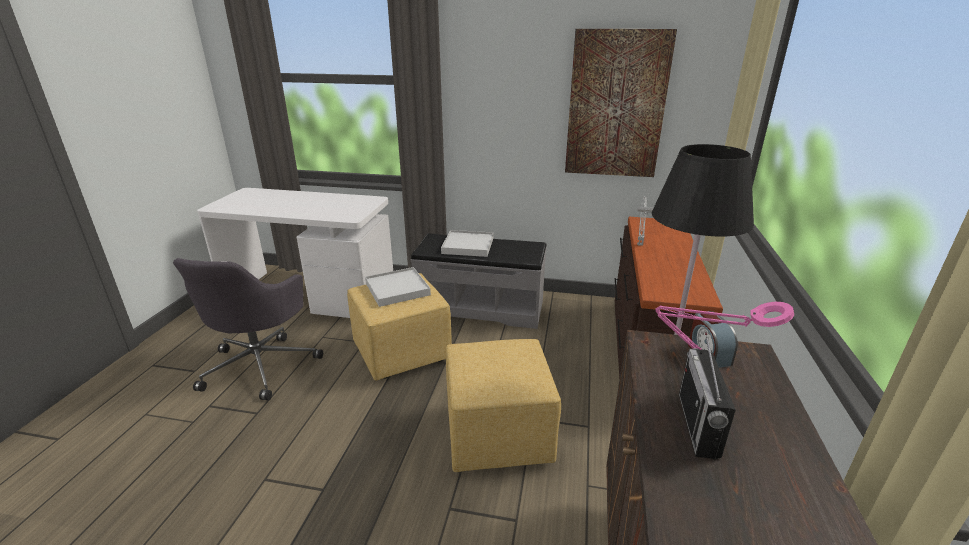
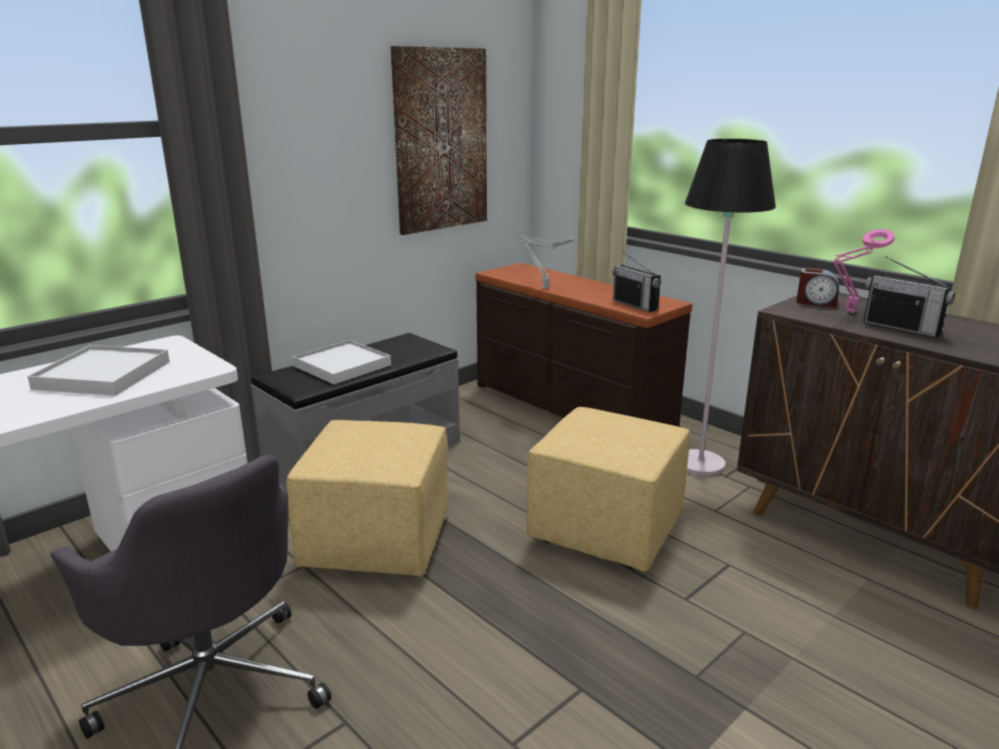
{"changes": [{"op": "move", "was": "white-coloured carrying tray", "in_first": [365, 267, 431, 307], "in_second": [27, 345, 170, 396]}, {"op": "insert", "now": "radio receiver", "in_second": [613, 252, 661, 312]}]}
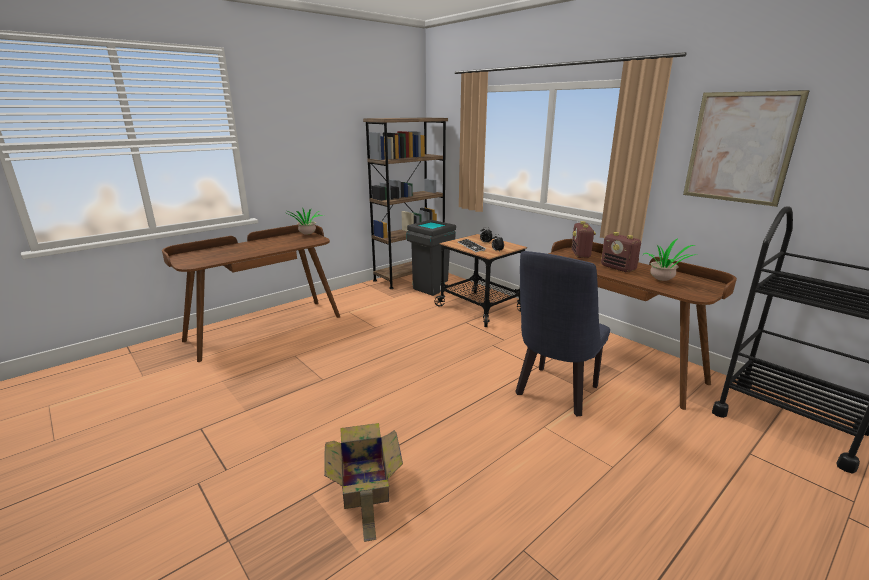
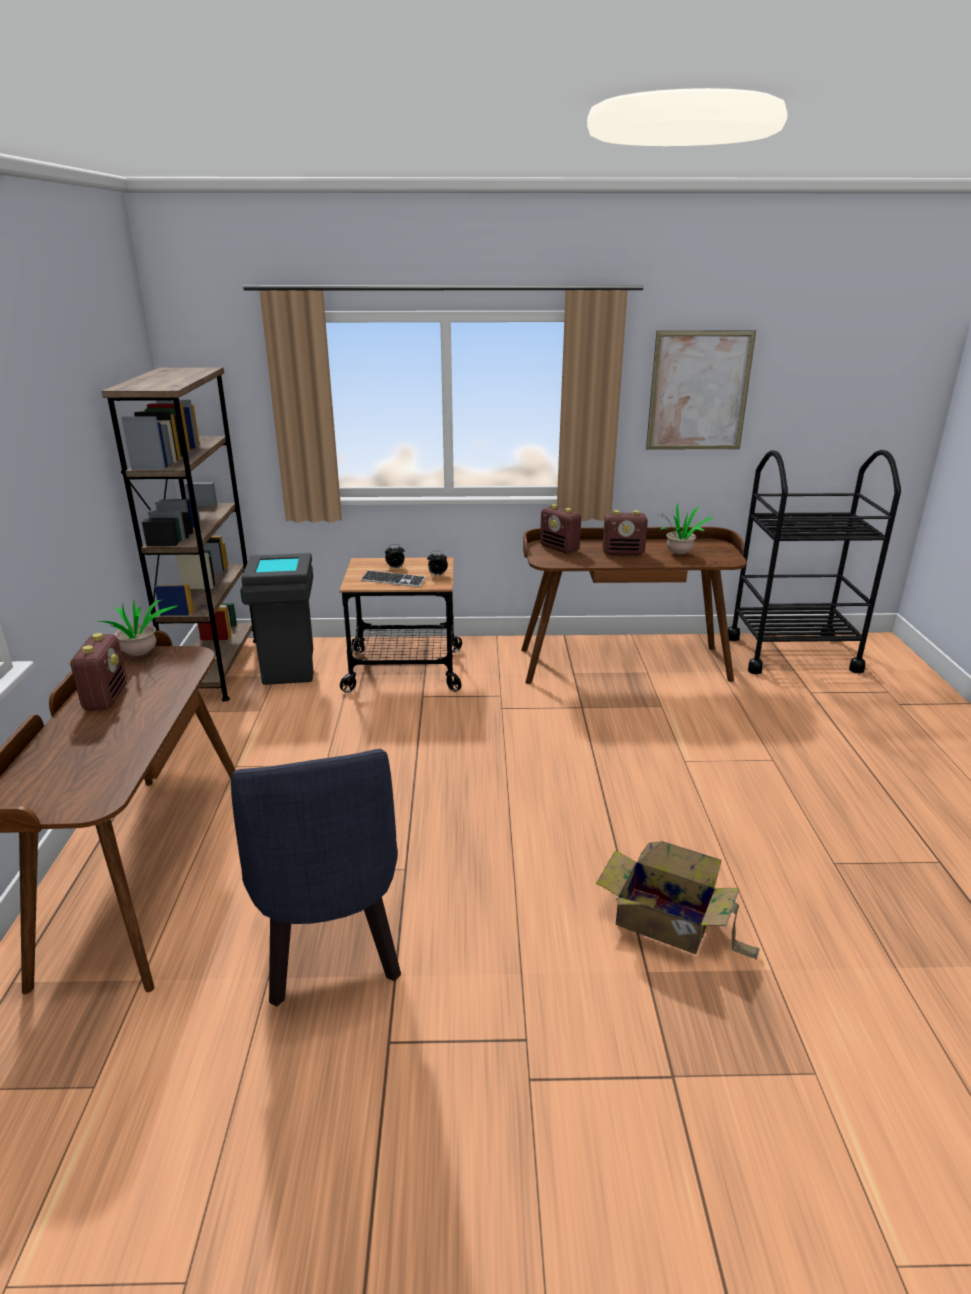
{"changes": [{"op": "insert", "now": "radio receiver", "in_second": [68, 633, 127, 711]}, {"op": "move", "was": "blue-coloured plain chair", "in_first": [515, 251, 610, 416], "in_second": [231, 749, 401, 1006]}]}
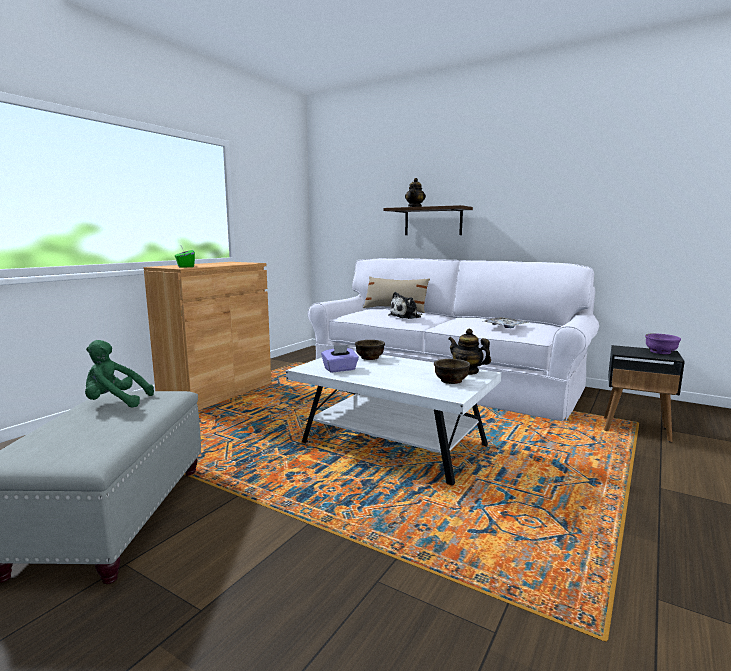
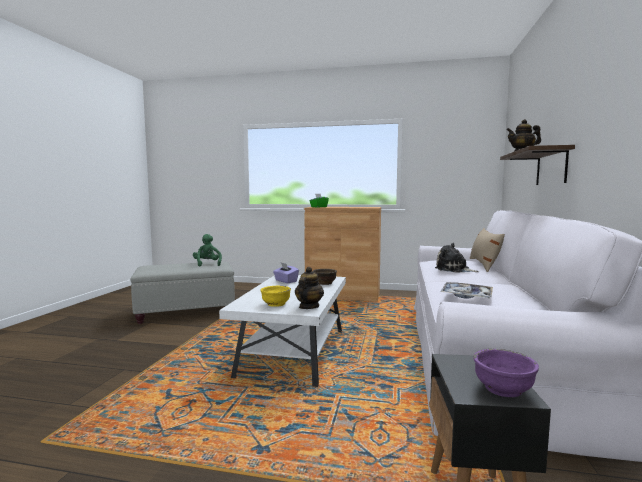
{"changes": [{"op": "recolor", "was": "brown bowl", "now": "yellowish bowl", "in_first": [434, 359, 470, 384], "in_second": [261, 286, 291, 307]}]}
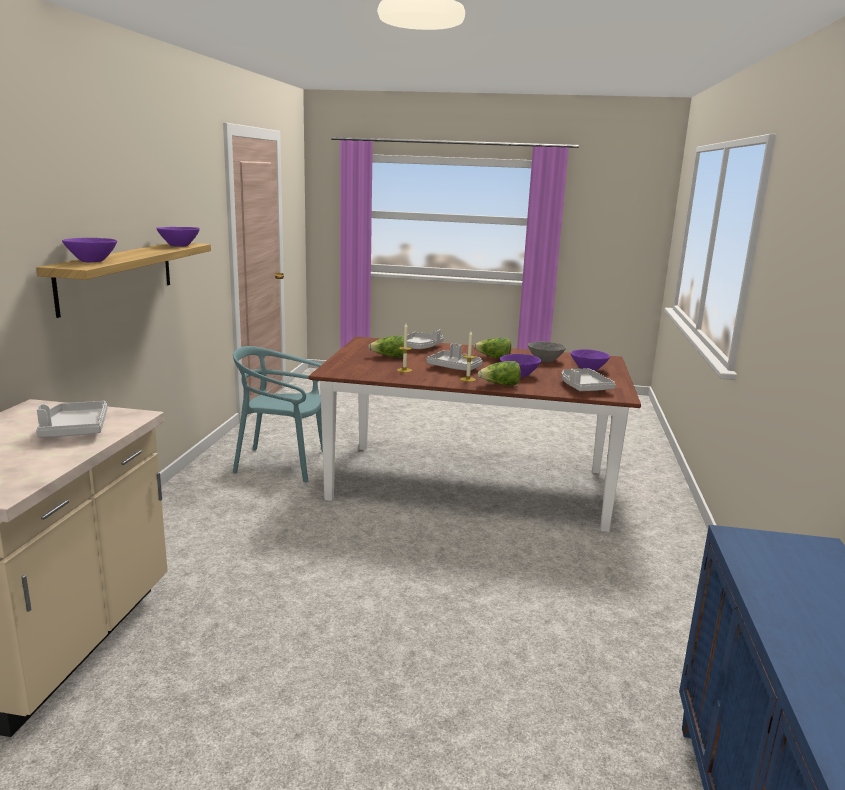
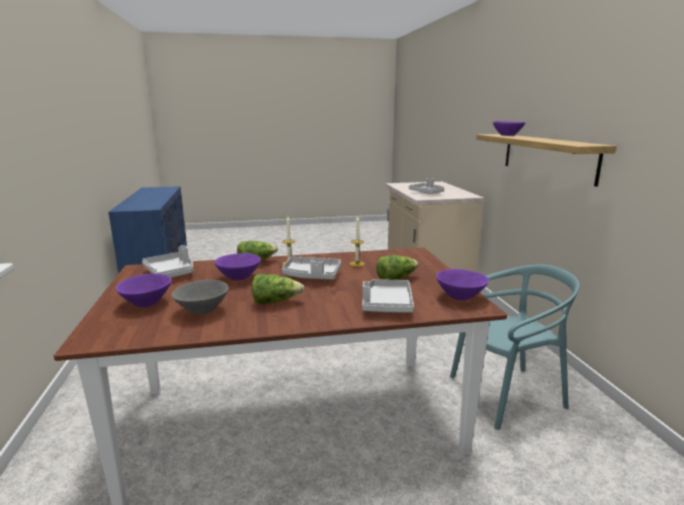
{"changes": [{"op": "move", "was": "purple-coloured bowl", "in_first": [156, 227, 200, 247], "in_second": [436, 269, 489, 300]}]}
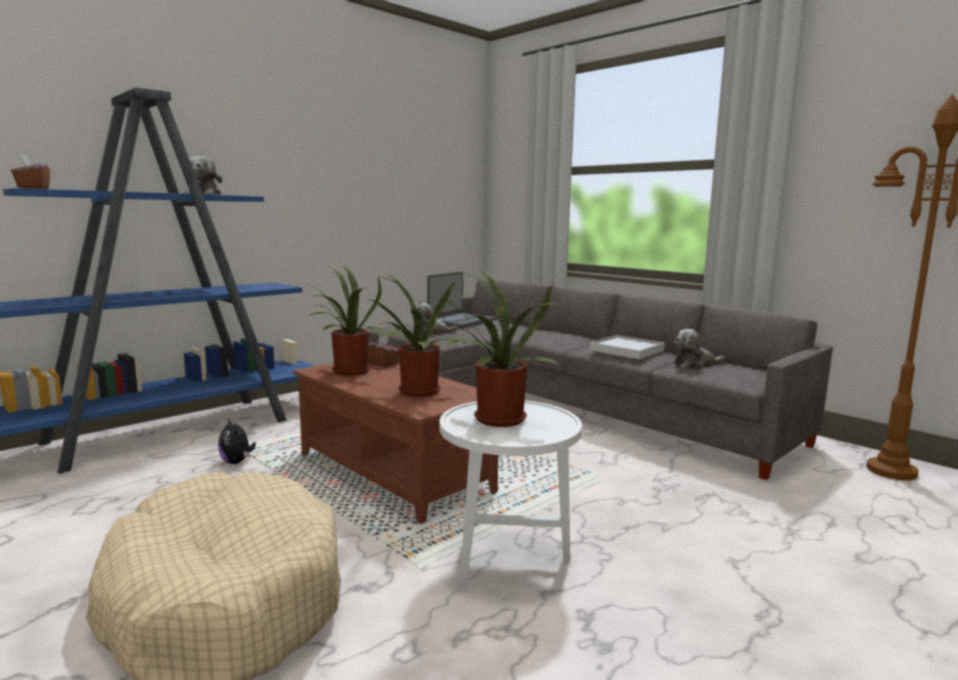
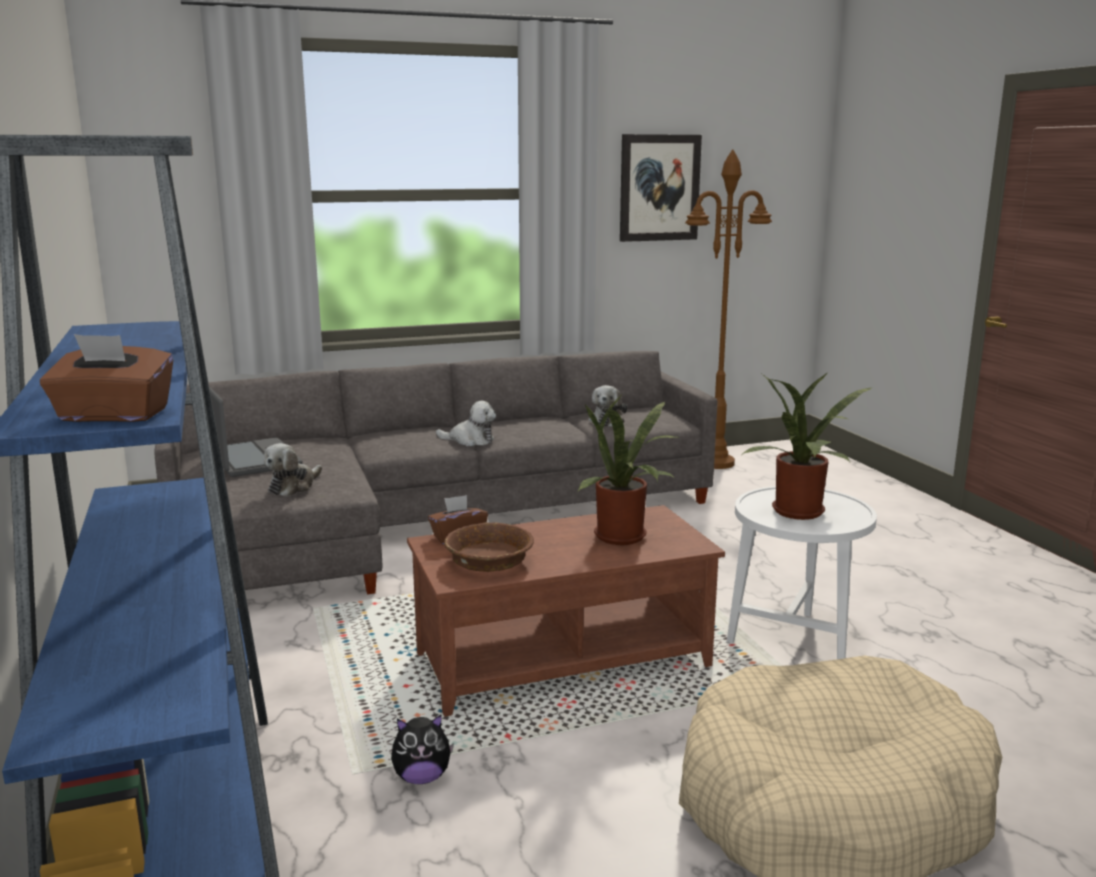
{"changes": [{"op": "move", "was": "cuddly toy", "in_first": [185, 156, 222, 195], "in_second": [436, 401, 496, 446]}, {"op": "replace", "was": "potted plant", "now": "brown bowl", "in_first": [306, 266, 384, 376], "in_second": [444, 523, 534, 572]}, {"op": "insert", "now": "wall picture", "in_second": [620, 134, 702, 242]}, {"op": "delete", "was": "white-coloured carrying tray", "in_first": [590, 335, 665, 359]}]}
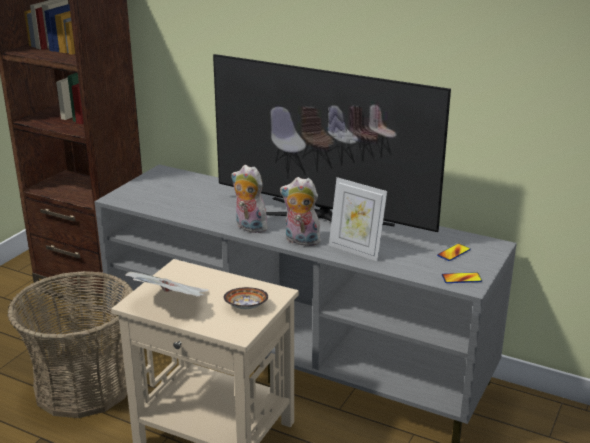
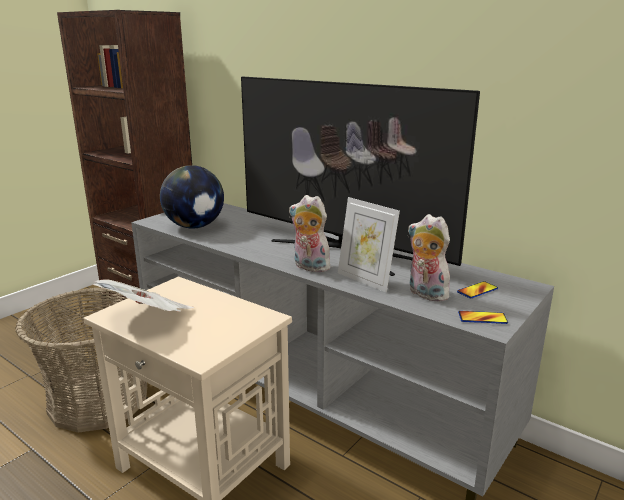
{"changes": [{"op": "insert", "now": "globe", "in_second": [160, 165, 224, 229]}, {"op": "move", "was": "cuddly toy", "in_first": [231, 165, 268, 233], "in_second": [408, 214, 450, 302]}, {"op": "delete", "was": "bowl", "in_first": [224, 287, 268, 309]}]}
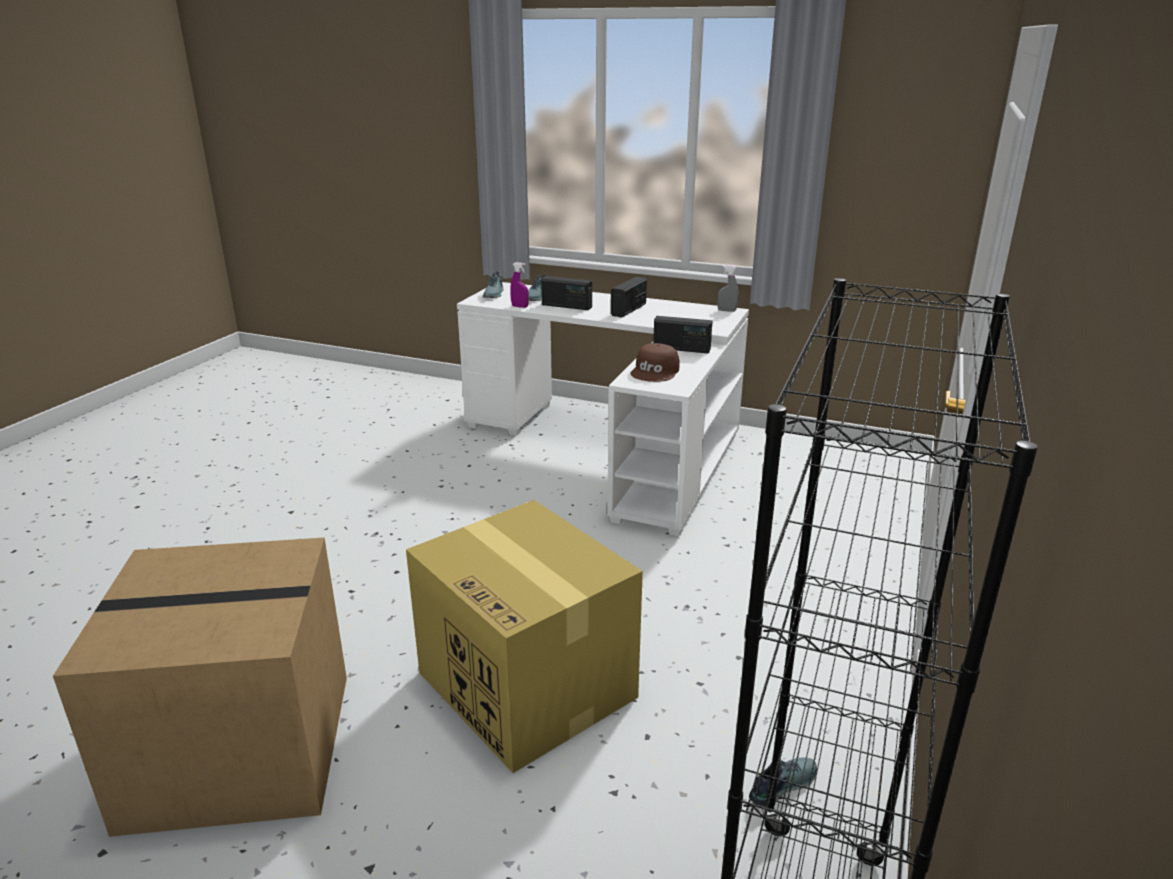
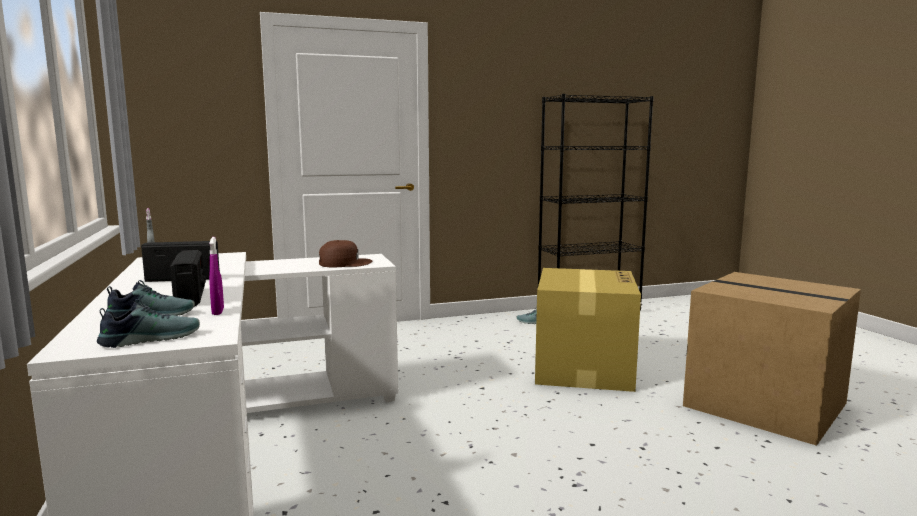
{"changes": [{"op": "delete", "was": "radio receiver", "in_first": [653, 316, 713, 354]}]}
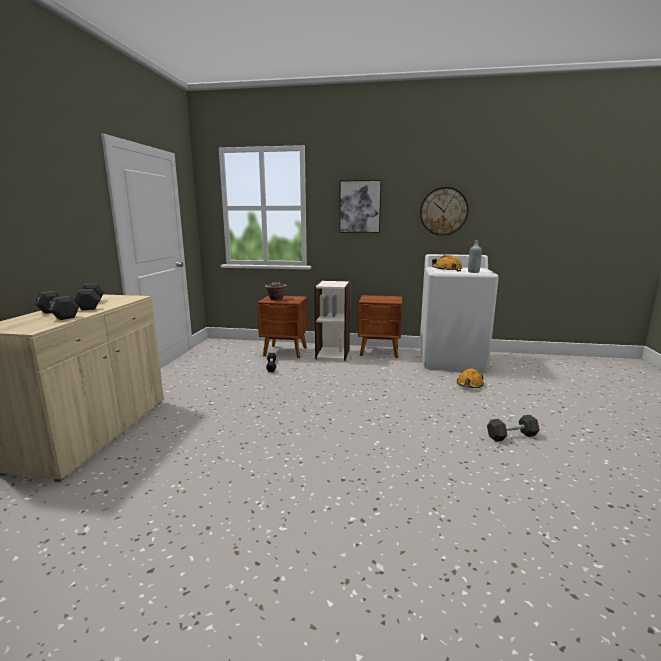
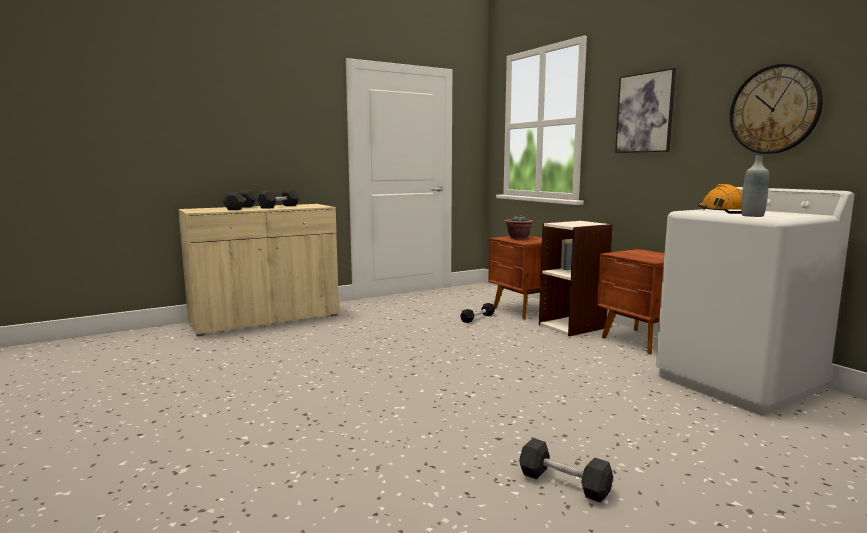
{"changes": [{"op": "delete", "was": "orange-coloured safety helmet", "in_first": [457, 369, 484, 388]}]}
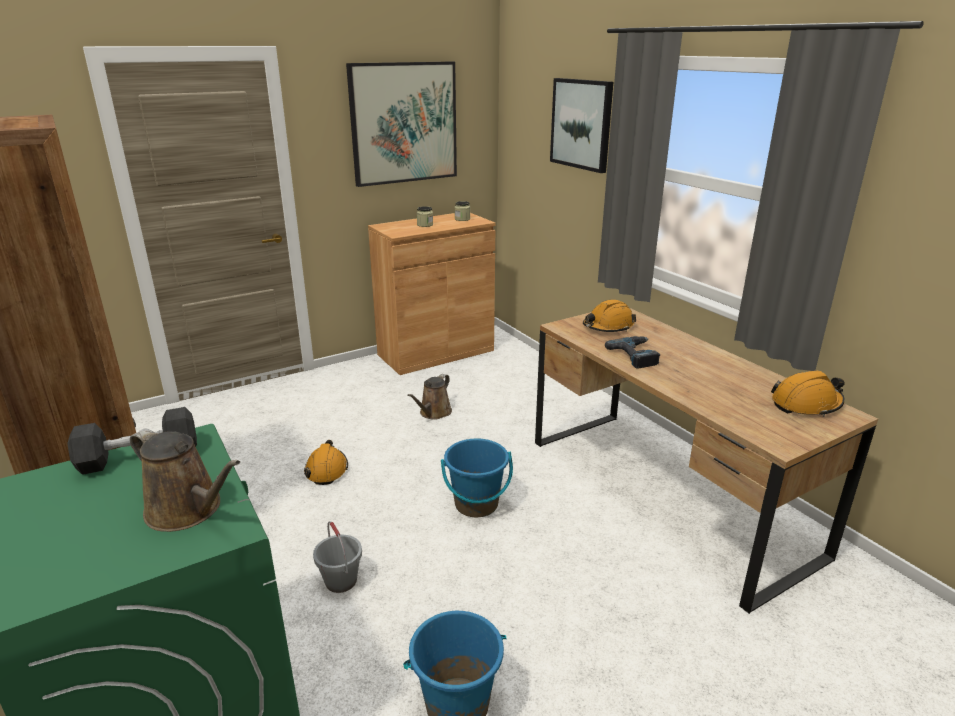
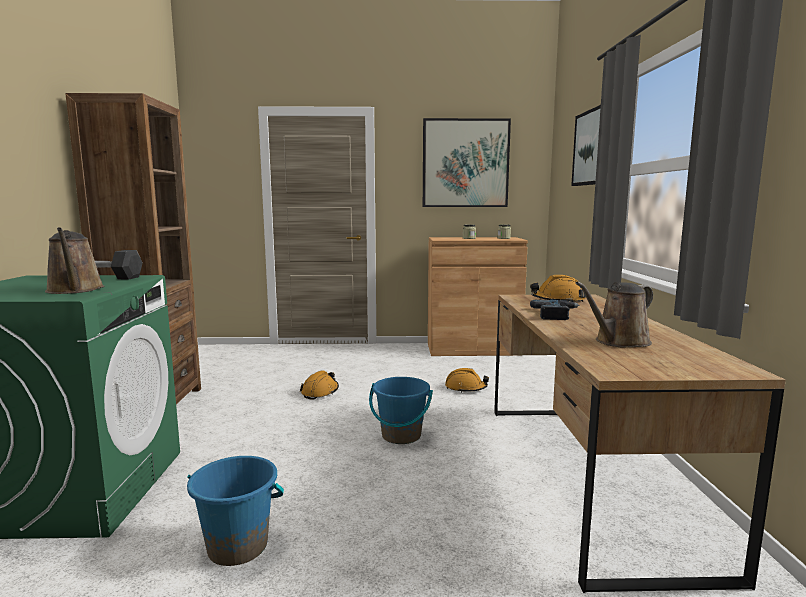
{"changes": [{"op": "move", "was": "orange-coloured safety helmet", "in_first": [771, 371, 845, 417], "in_second": [445, 368, 489, 393]}, {"op": "move", "was": "brown watering pot", "in_first": [407, 374, 452, 420], "in_second": [575, 282, 653, 348]}, {"op": "delete", "was": "gray pail", "in_first": [313, 521, 362, 593]}]}
